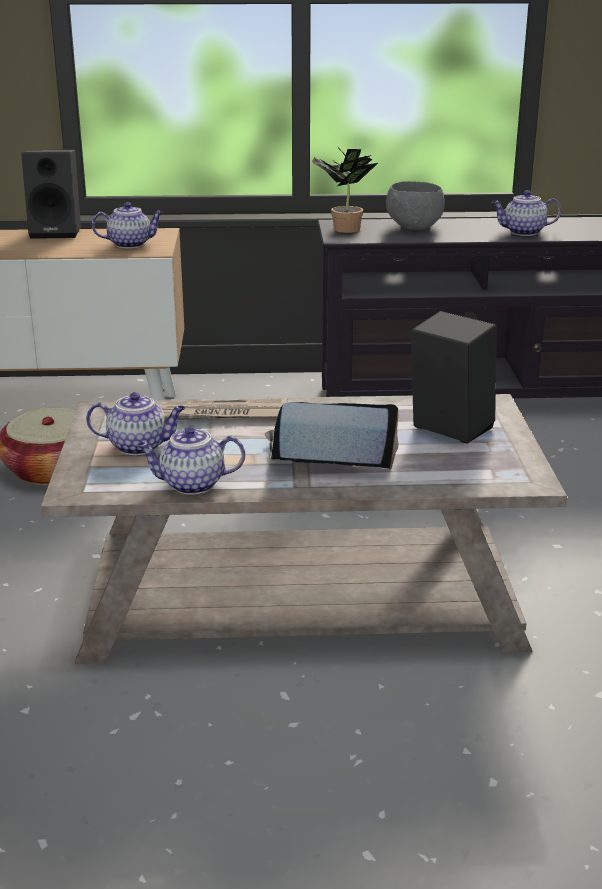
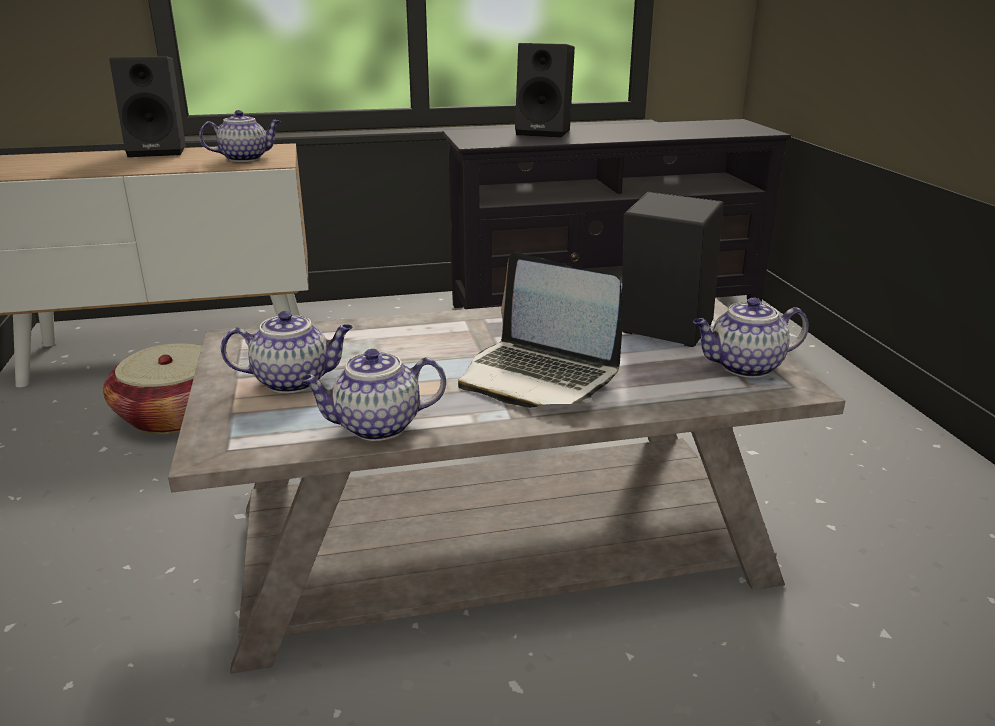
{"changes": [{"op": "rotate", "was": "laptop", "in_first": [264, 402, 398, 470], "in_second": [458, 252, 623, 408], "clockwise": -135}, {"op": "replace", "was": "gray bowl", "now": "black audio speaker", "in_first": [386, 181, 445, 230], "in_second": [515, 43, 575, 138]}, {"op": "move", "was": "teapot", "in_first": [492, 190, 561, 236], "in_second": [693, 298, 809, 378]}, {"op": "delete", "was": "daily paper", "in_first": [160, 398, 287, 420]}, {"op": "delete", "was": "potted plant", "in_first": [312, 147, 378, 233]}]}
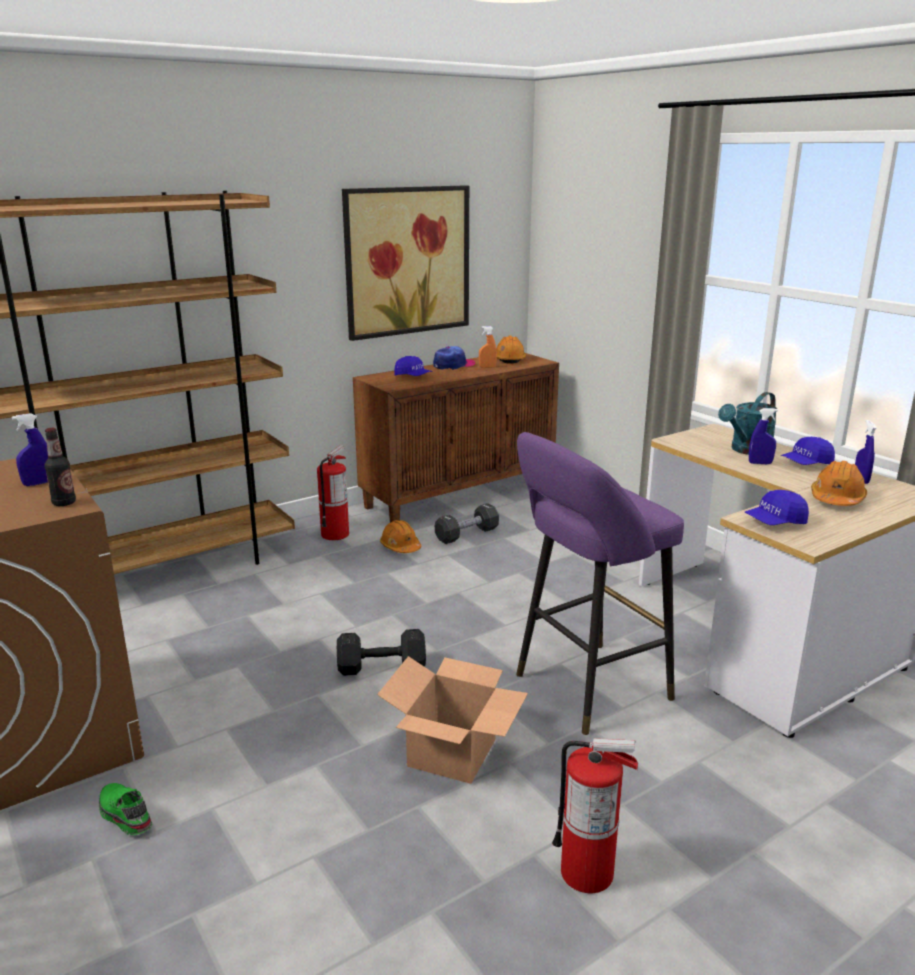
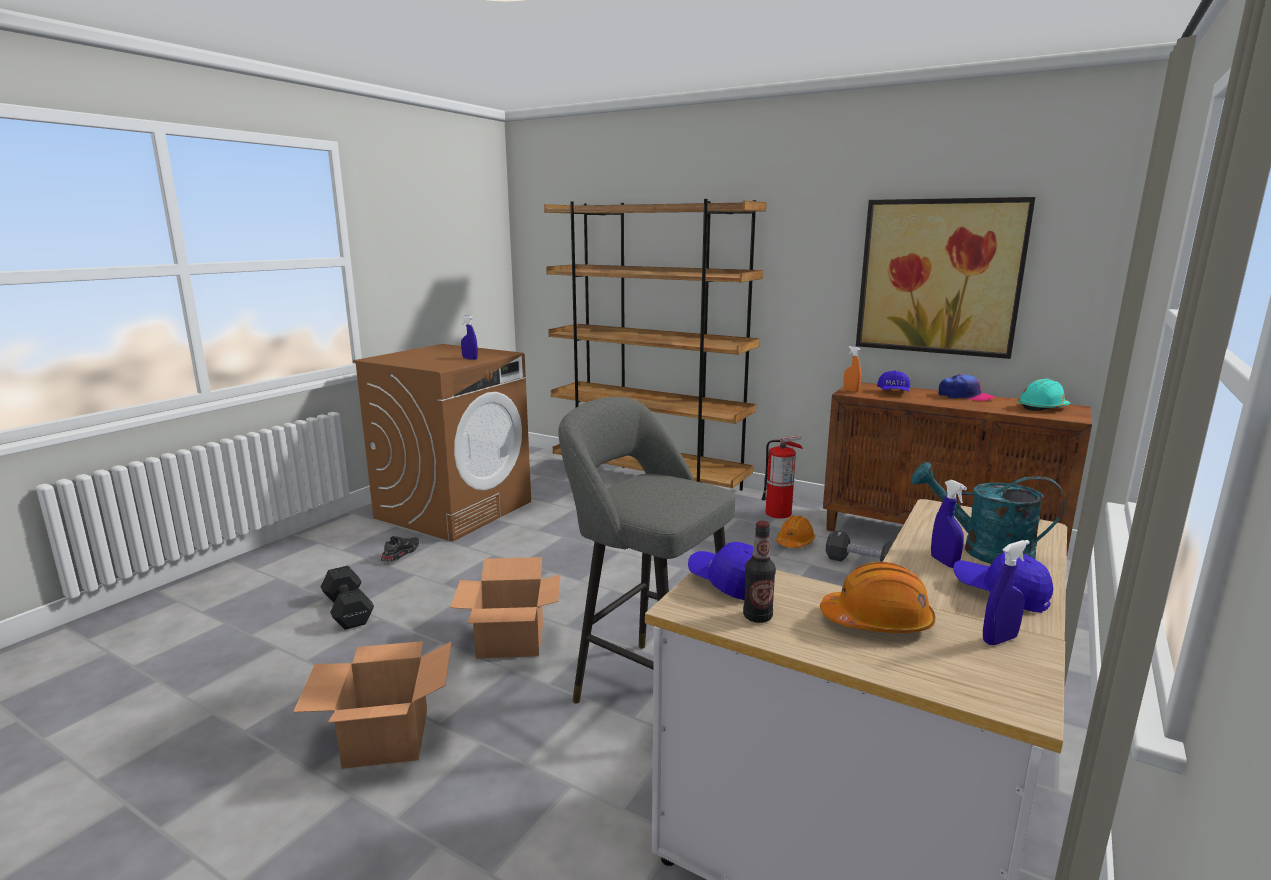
{"changes": [{"op": "replace", "was": "fire-fighting cylinder", "now": "packing box", "in_first": [552, 738, 638, 893], "in_second": [293, 641, 452, 769]}, {"op": "move", "was": "black hand weight", "in_first": [337, 629, 426, 676], "in_second": [321, 566, 374, 630]}, {"op": "recolor", "was": "green-coloured item of footwear", "now": "black item of footwear", "in_first": [99, 783, 152, 835], "in_second": [381, 536, 420, 562]}, {"op": "recolor", "was": "purple-coloured stool seat", "now": "gray stool seat", "in_first": [516, 432, 684, 735], "in_second": [559, 397, 735, 704]}, {"op": "move", "was": "beverage bottle", "in_first": [44, 428, 76, 506], "in_second": [743, 521, 776, 623]}, {"op": "move", "was": "orange-coloured spray bottle", "in_first": [479, 326, 497, 368], "in_second": [843, 346, 861, 392]}, {"op": "recolor", "was": "orange-coloured safety helmet", "now": "turquoise-coloured safety helmet", "in_first": [497, 336, 526, 364], "in_second": [1018, 379, 1070, 411]}]}
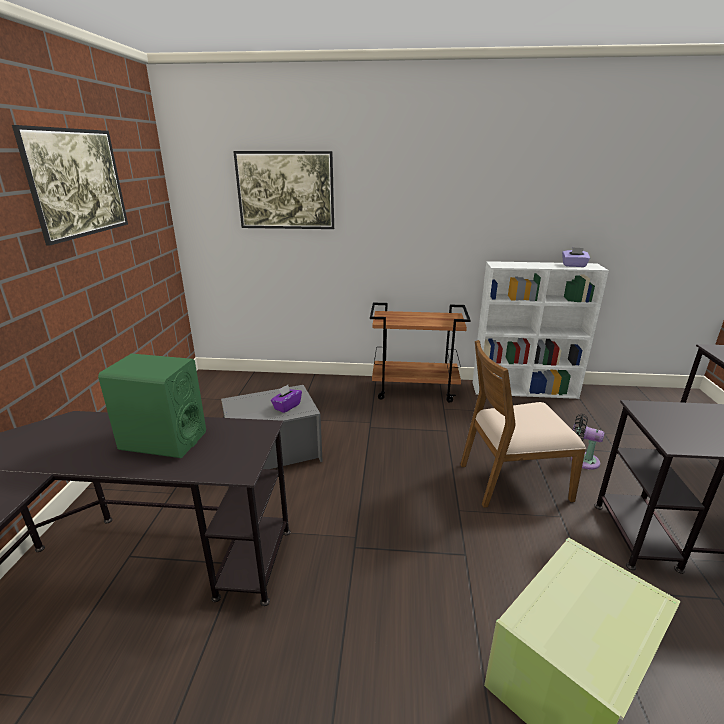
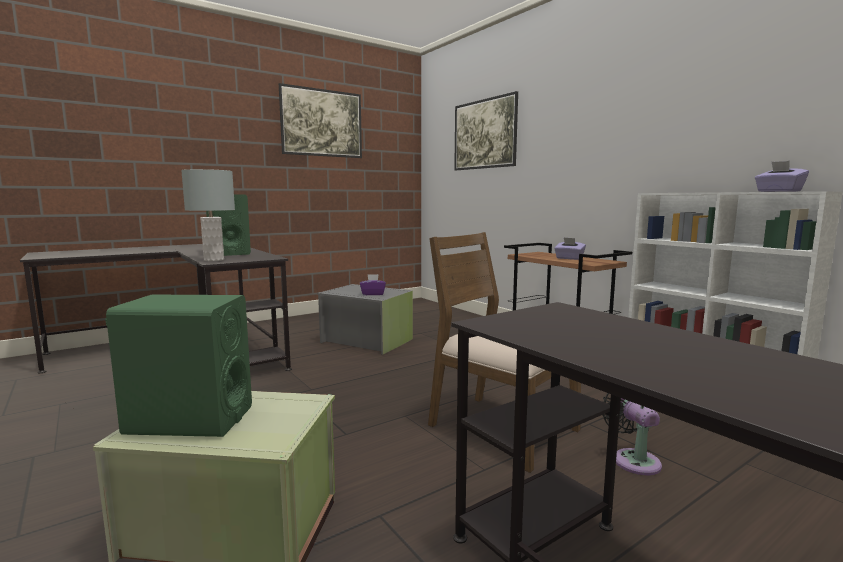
{"changes": [{"op": "insert", "now": "green-coloured audio speaker", "in_second": [105, 295, 252, 437]}, {"op": "insert", "now": "gray lamp for a table", "in_second": [181, 169, 235, 261]}, {"op": "insert", "now": "purple-coloured tissue box", "in_second": [554, 237, 586, 260]}]}
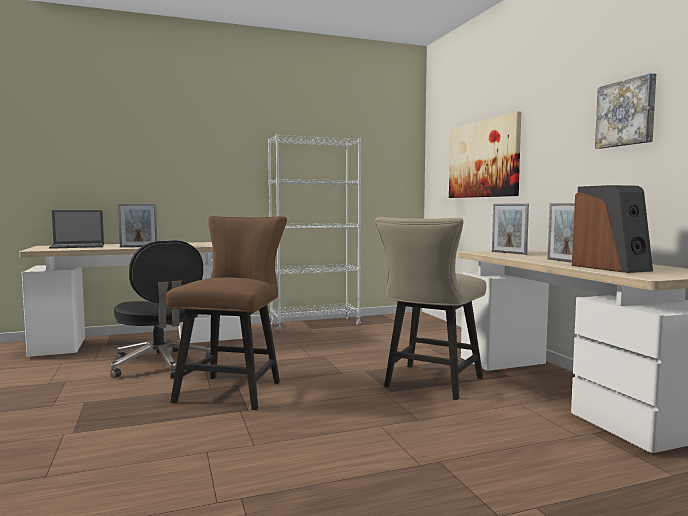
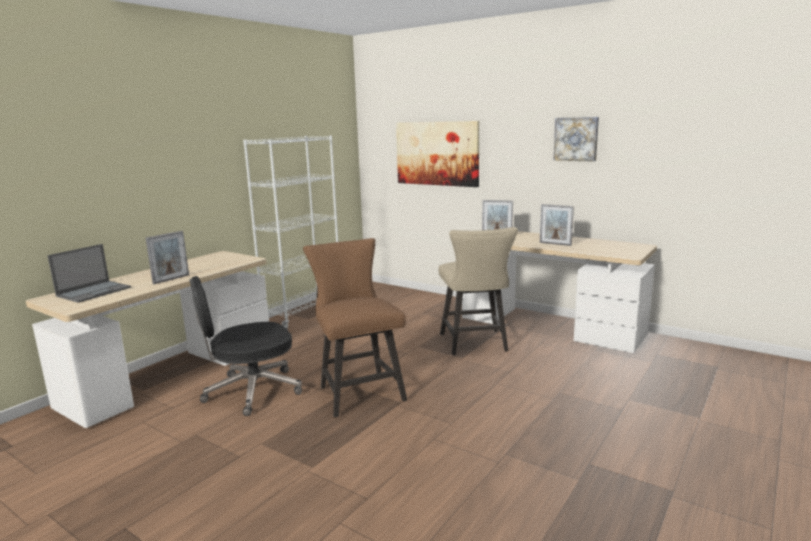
{"changes": [{"op": "rotate", "was": "black computer chair", "in_first": [110, 240, 211, 379], "in_second": [189, 276, 302, 416], "clockwise": 135}, {"op": "delete", "was": "audio speaker", "in_first": [572, 185, 653, 273]}]}
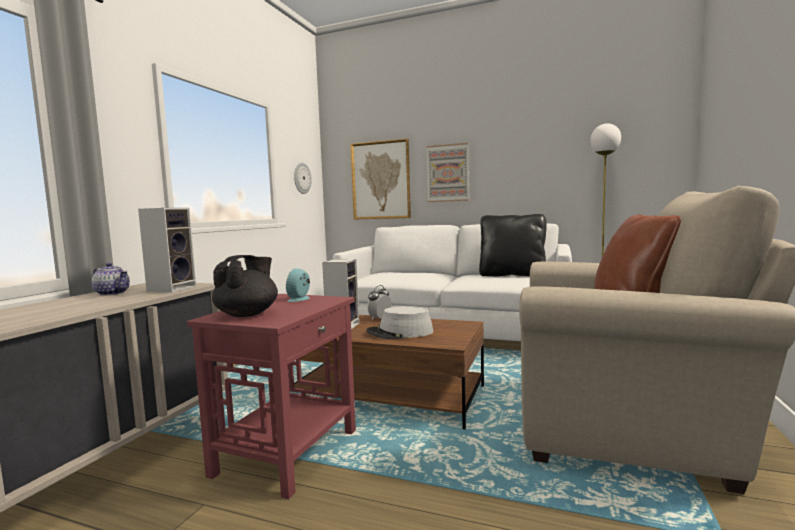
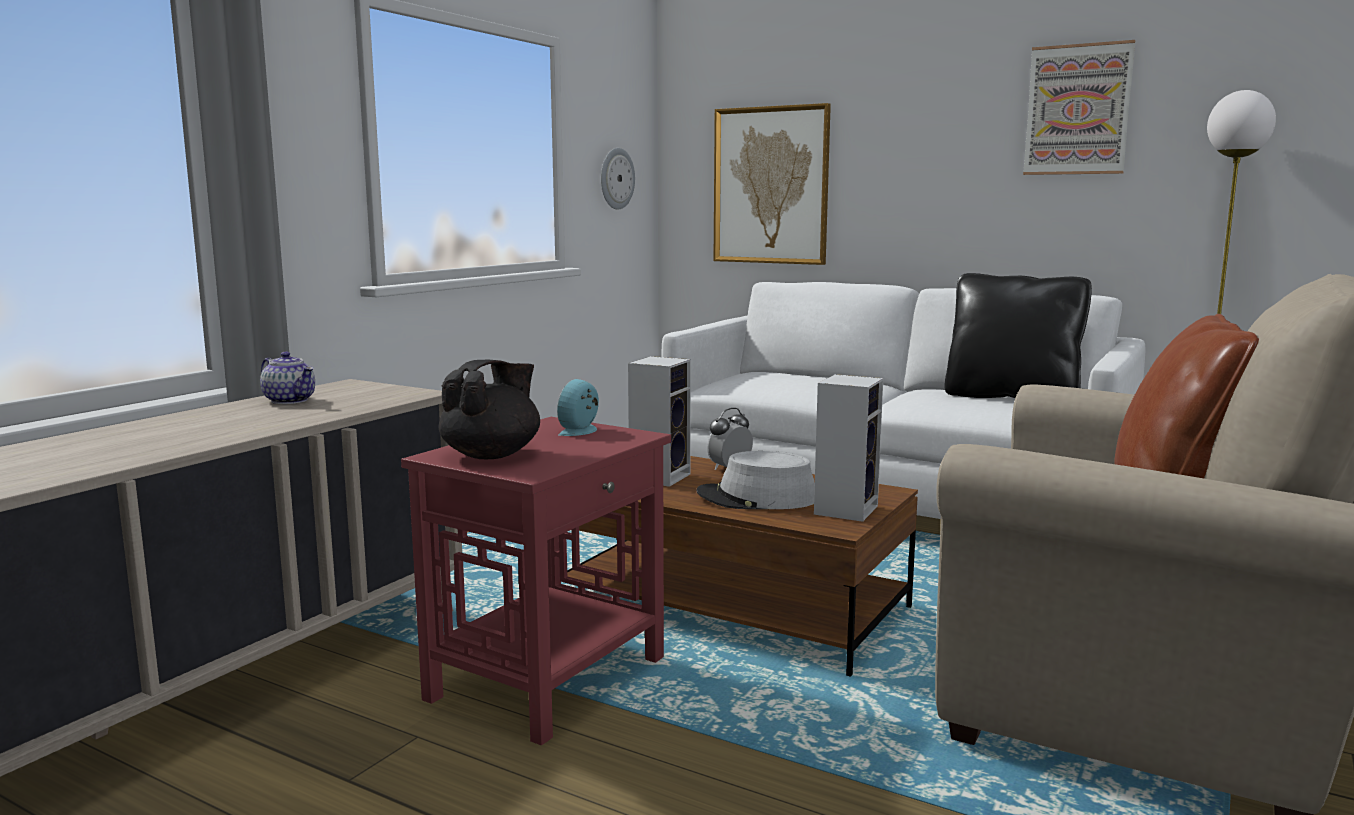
{"changes": [{"op": "move", "was": "audio speaker", "in_first": [138, 208, 196, 292], "in_second": [814, 374, 883, 522]}, {"op": "move", "was": "wall picture", "in_first": [426, 143, 469, 202], "in_second": [1023, 40, 1136, 175]}]}
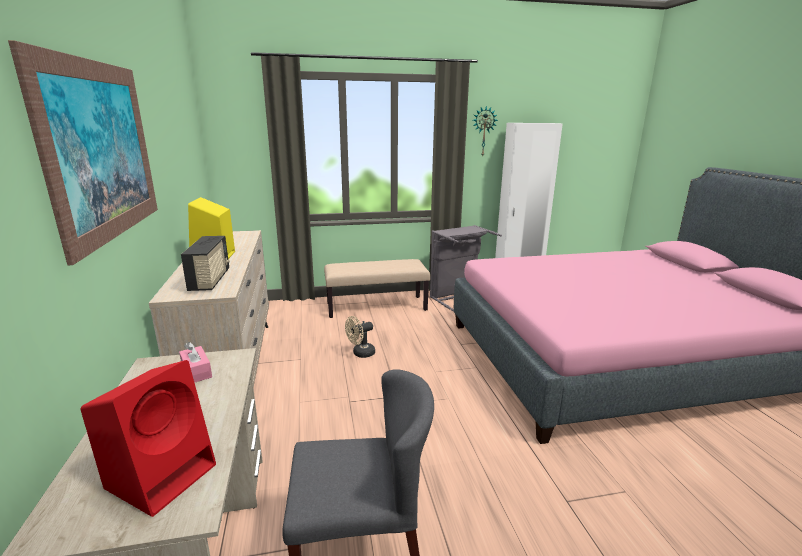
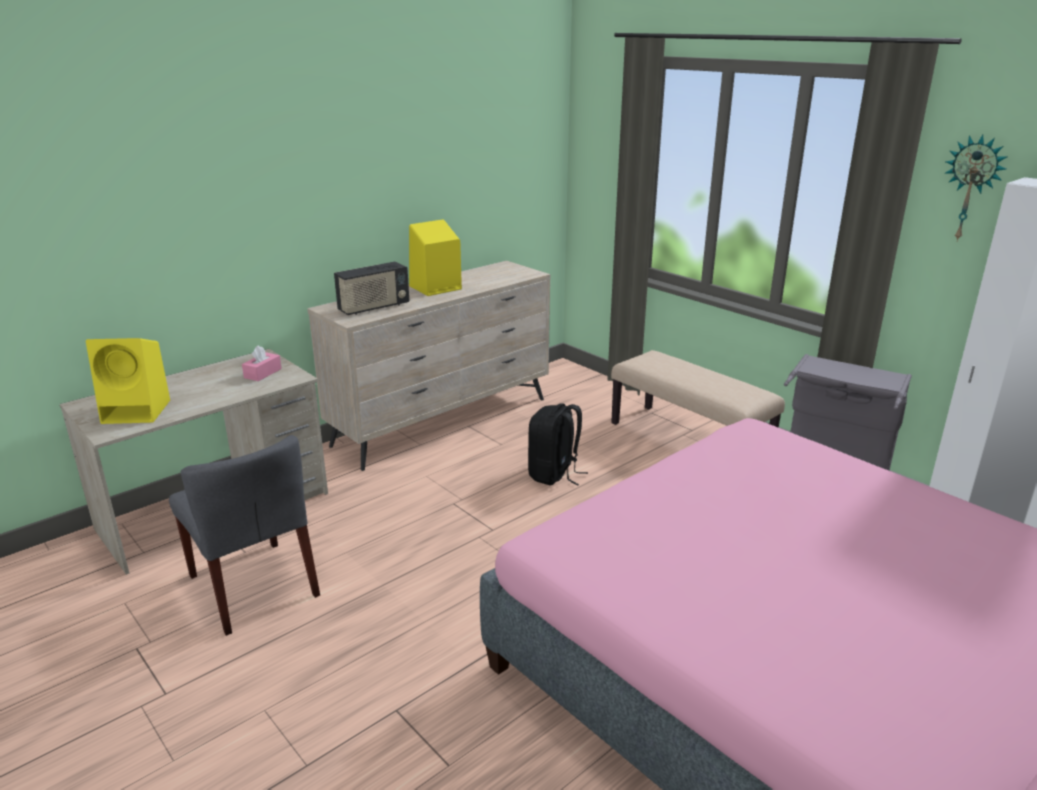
{"changes": [{"op": "recolor", "was": "reddish audio speaker", "now": "yellowish audio speaker", "in_first": [80, 360, 216, 517], "in_second": [86, 338, 170, 424]}, {"op": "replace", "was": "sand-coloured electric fan", "now": "black knapsack", "in_first": [345, 316, 375, 358], "in_second": [528, 403, 588, 486]}, {"op": "delete", "was": "wall picture", "in_first": [8, 40, 158, 266]}]}
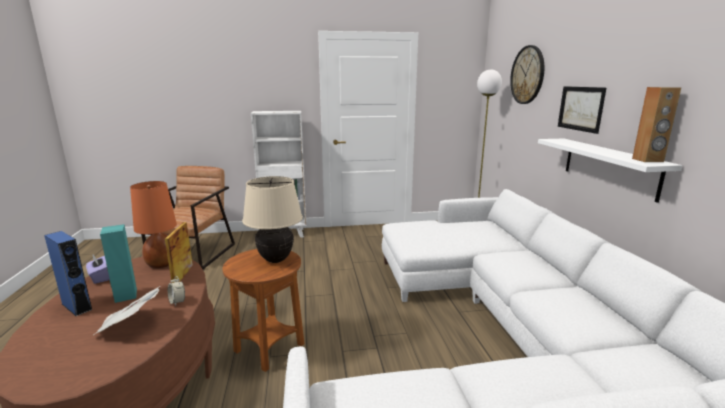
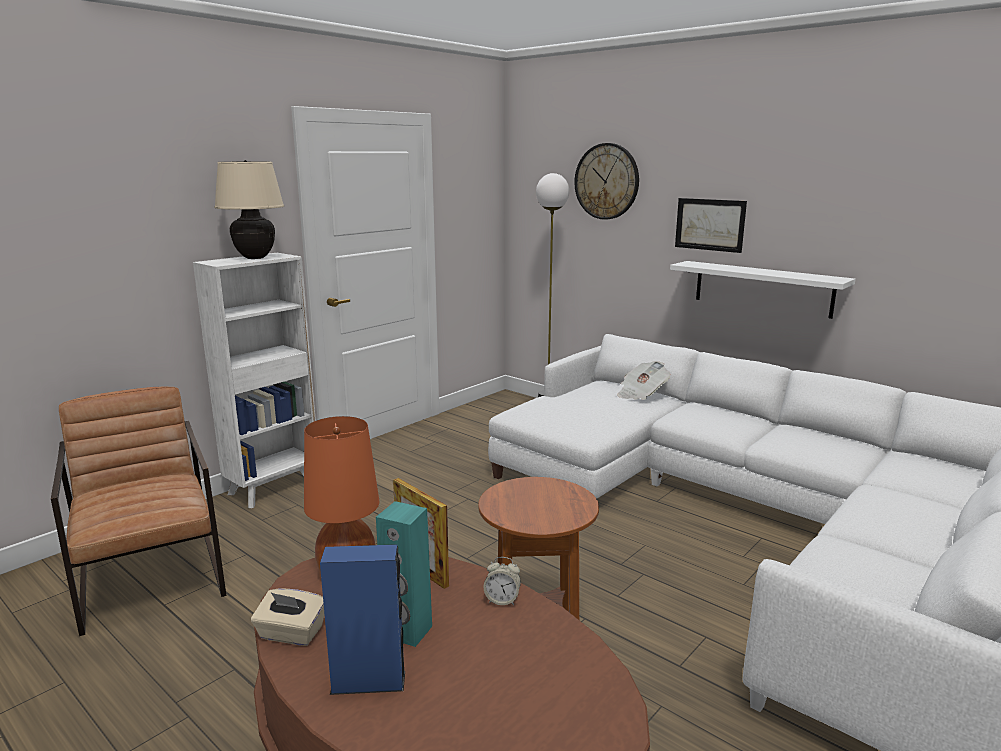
{"changes": [{"op": "move", "was": "sand-coloured lamp for a table", "in_first": [242, 176, 303, 263], "in_second": [214, 160, 284, 259]}, {"op": "recolor", "was": "purple-coloured tissue box", "now": "sand-coloured tissue box", "in_first": [86, 254, 110, 284], "in_second": [251, 588, 324, 646]}, {"op": "move", "was": "daily paper", "in_first": [94, 286, 160, 335], "in_second": [617, 361, 670, 400]}, {"op": "delete", "was": "brown audio speaker", "in_first": [632, 87, 682, 162]}]}
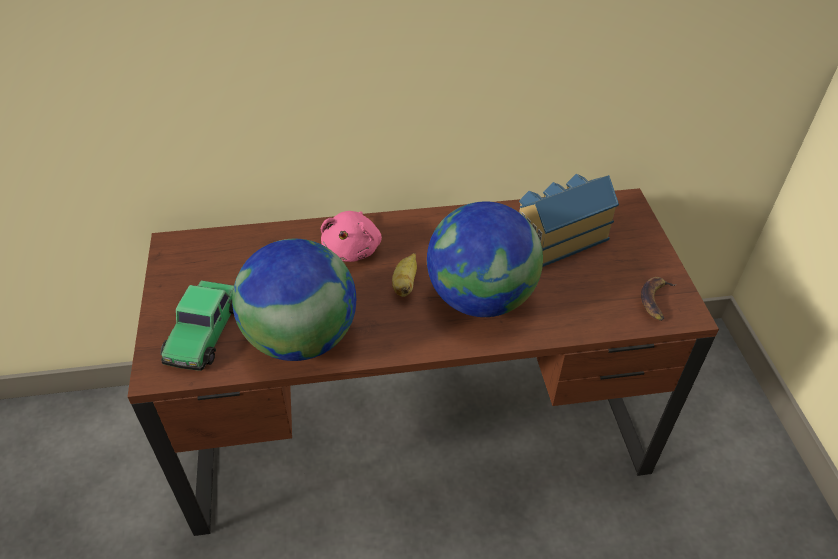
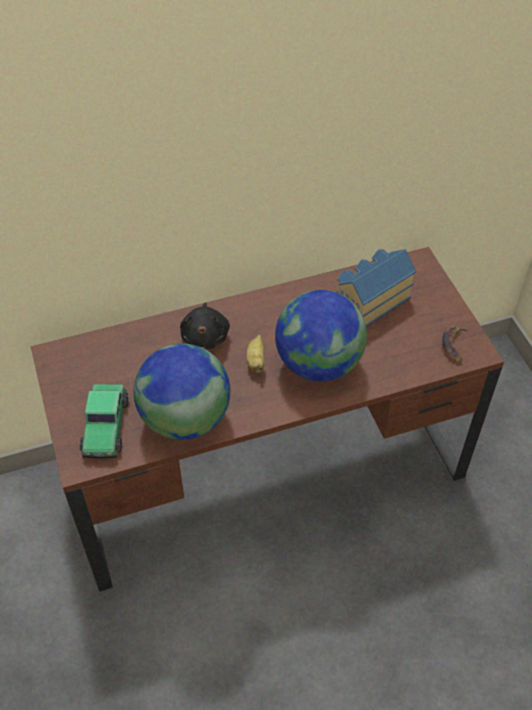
{"changes": [{"op": "recolor", "was": "pinkish cuddly toy", "now": "black cuddly toy", "in_first": [321, 211, 382, 262], "in_second": [180, 302, 230, 349]}]}
